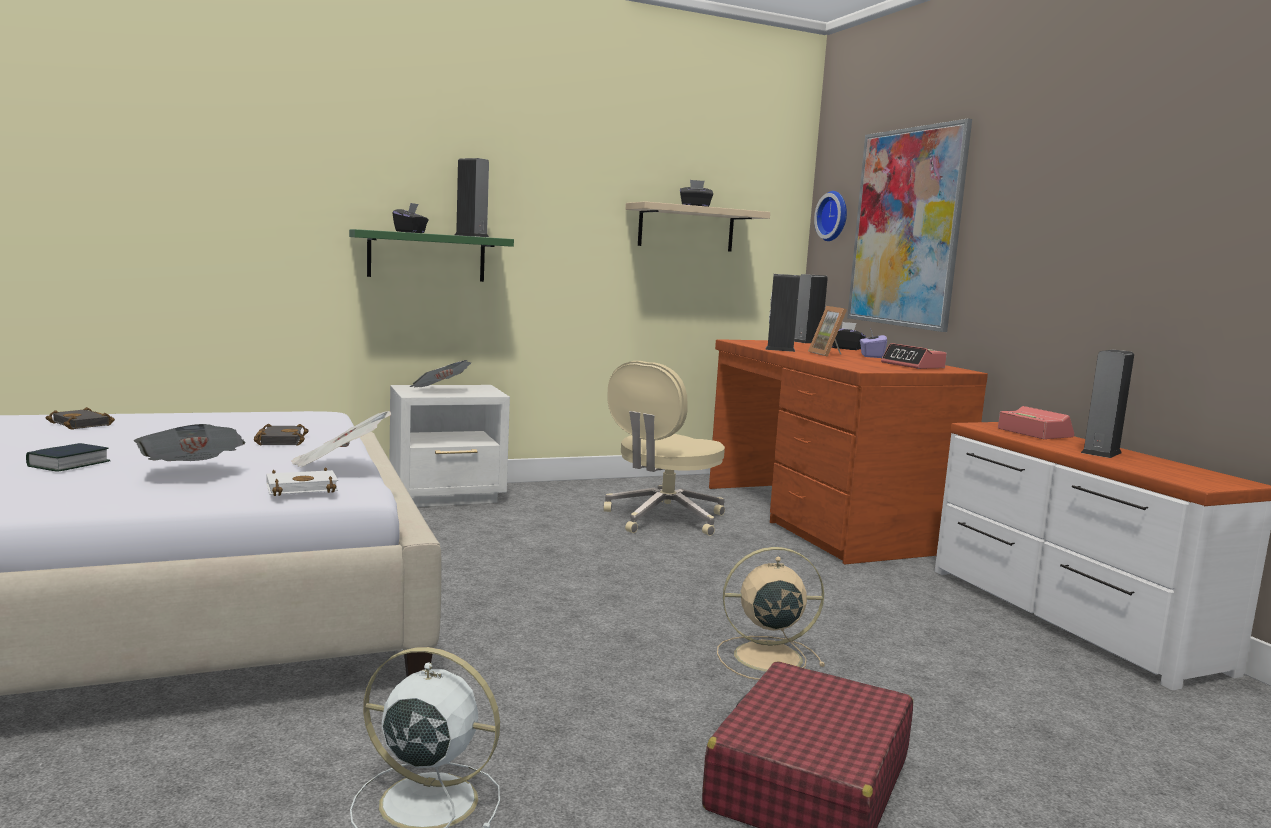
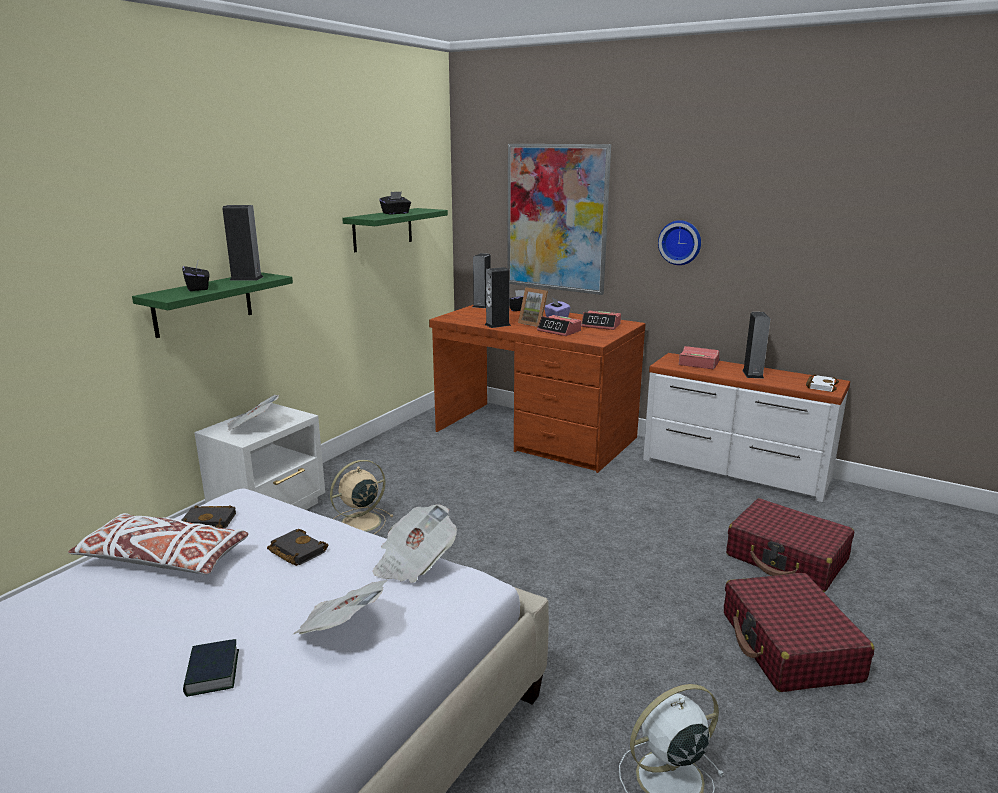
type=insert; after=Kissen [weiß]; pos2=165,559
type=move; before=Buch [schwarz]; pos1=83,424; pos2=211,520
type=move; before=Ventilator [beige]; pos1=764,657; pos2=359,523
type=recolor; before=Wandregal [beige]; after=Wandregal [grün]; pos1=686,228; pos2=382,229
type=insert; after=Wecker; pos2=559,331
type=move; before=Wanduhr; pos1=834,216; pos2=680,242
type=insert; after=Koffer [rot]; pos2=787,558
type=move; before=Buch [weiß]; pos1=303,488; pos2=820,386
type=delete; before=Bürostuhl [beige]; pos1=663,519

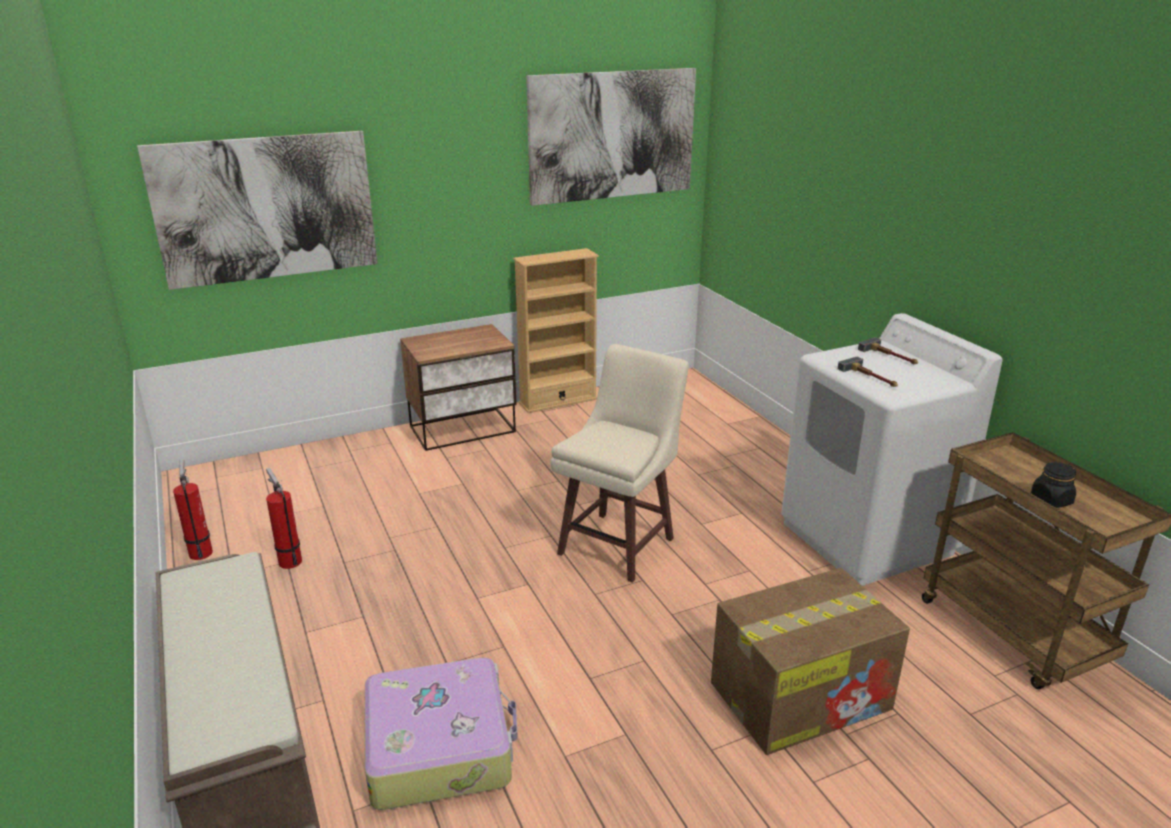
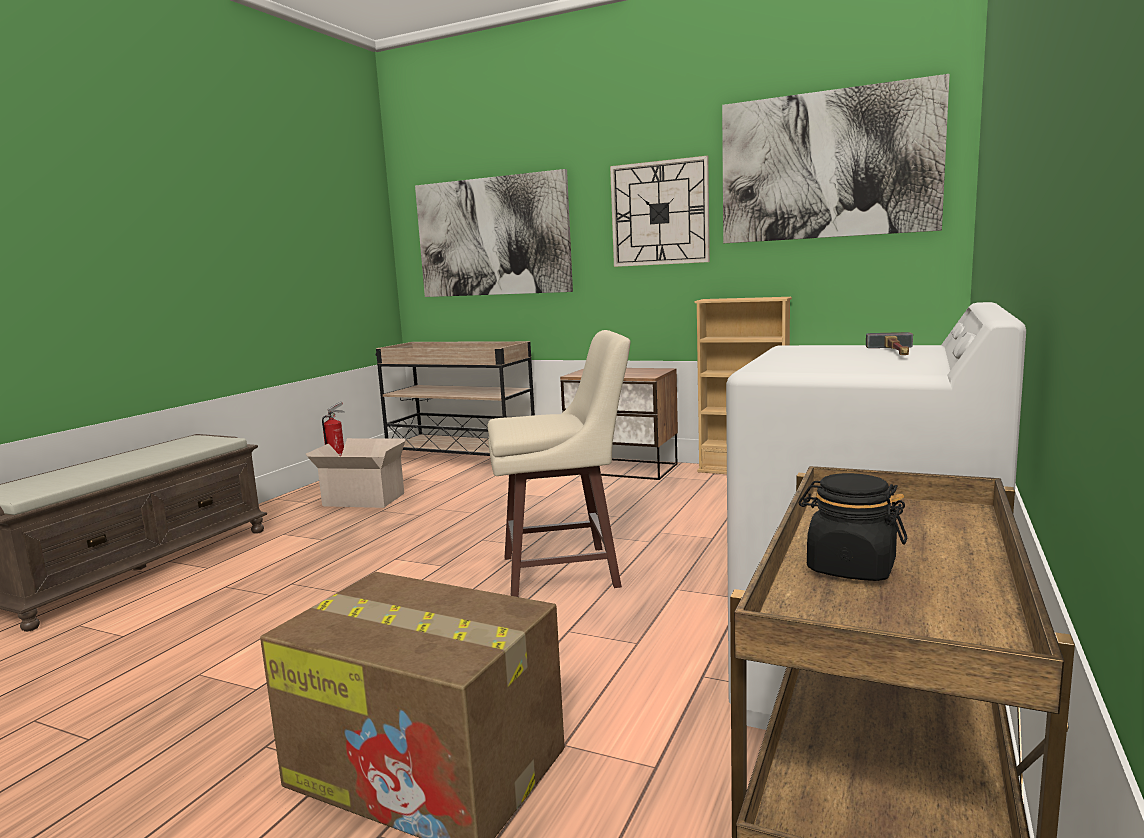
type=replace; before=Feuerlöscher; after=Karton; pos1=289,560; pos2=362,499
type=insert; after=Rollwagen [beige]; pos2=459,459
type=insert; after=Wanduhr; pos2=660,213
type=delete; before=Koffer; pos1=440,746
type=delete; before=Hammer; pos1=870,377

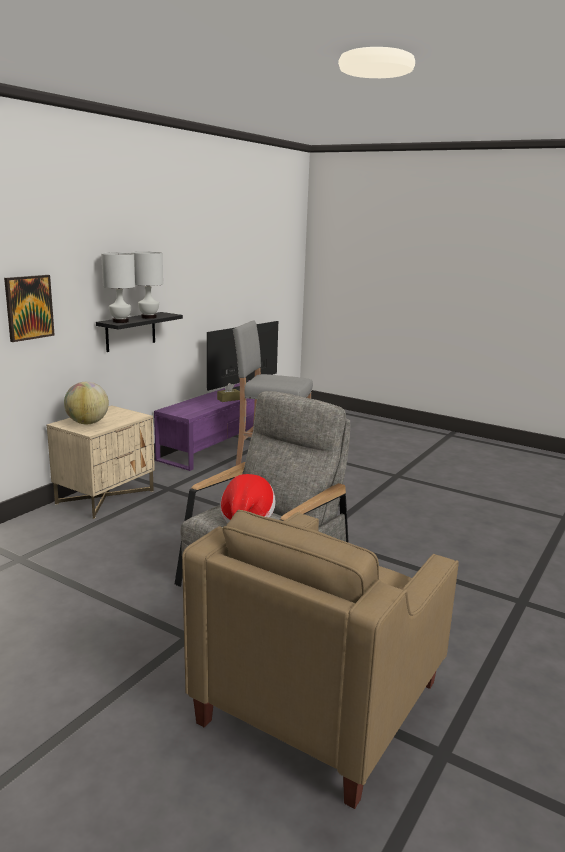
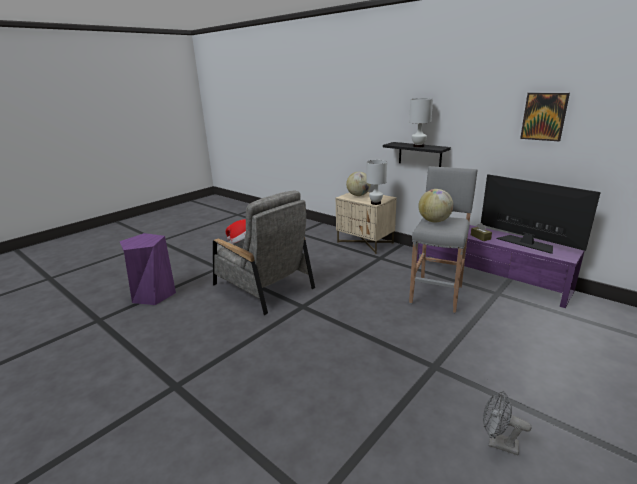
type=replace; before=Sessel [beige]; after=Hocker [lila]; pos1=320,701; pos2=153,294
type=move; before=Tischlampe [weiß]; pos1=120,321; pos2=375,203
type=insert; after=Globus; pos2=434,221
type=insert; after=Ventilator [grau]; pos2=498,443
type=move; before=Bild; pos1=29,307; pos2=544,116

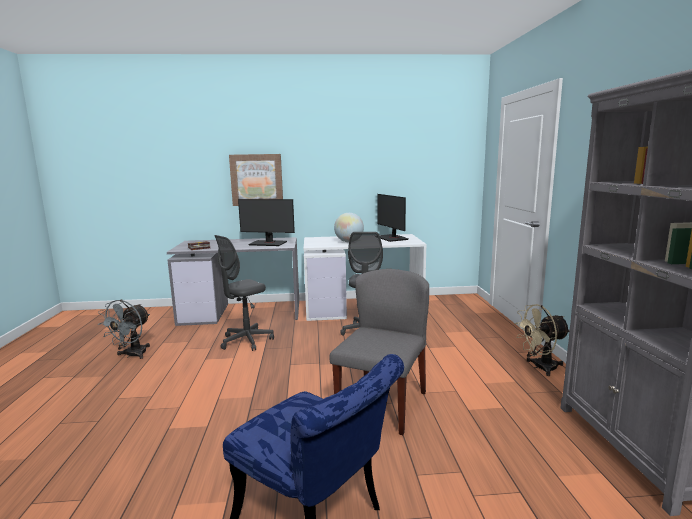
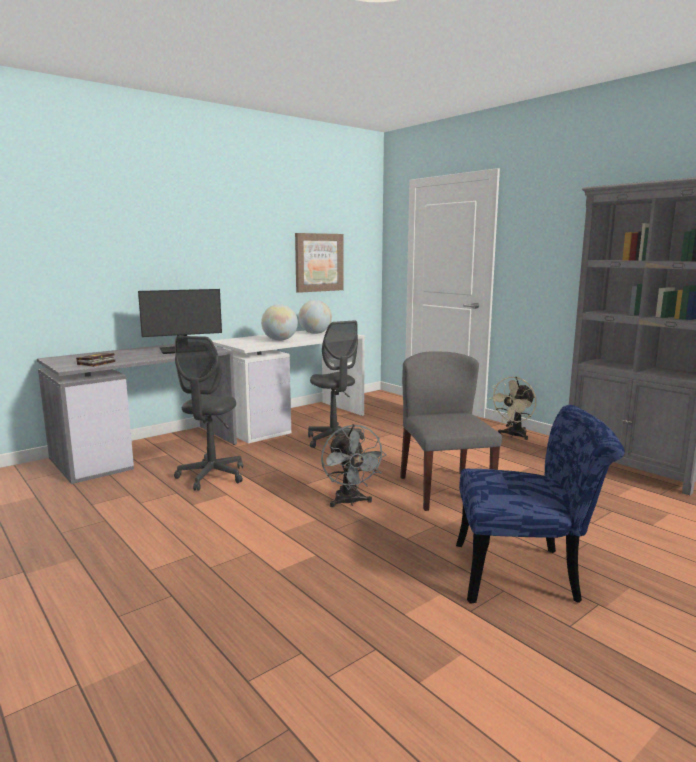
type=move; before=Bild; pos1=256,180; pos2=318,262
type=replace; before=Monitor; after=Globus; pos1=391,238; pos2=315,333
type=move; before=Ventilator [grau]; pos1=132,355; pos2=350,502

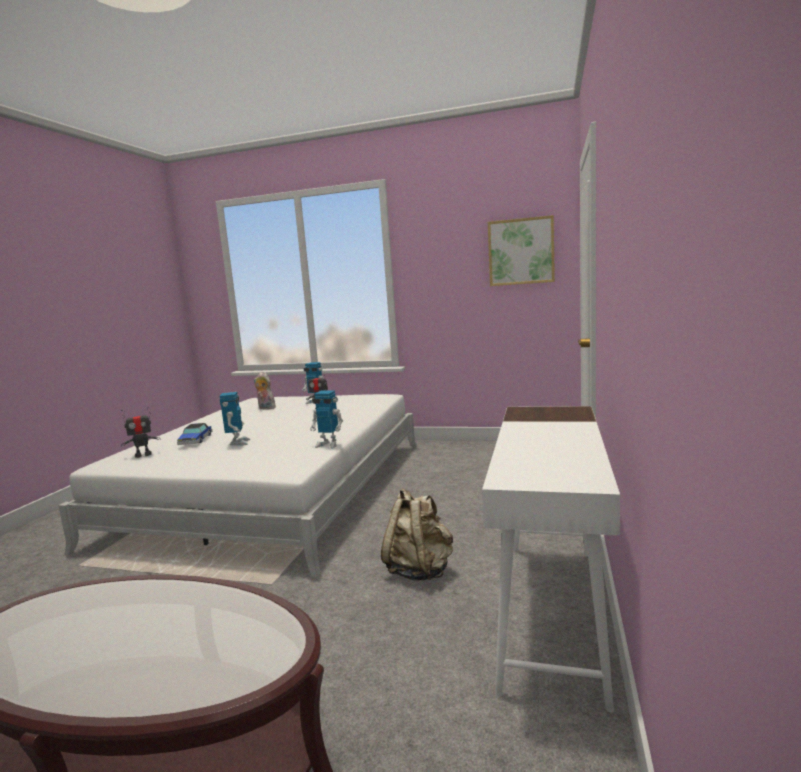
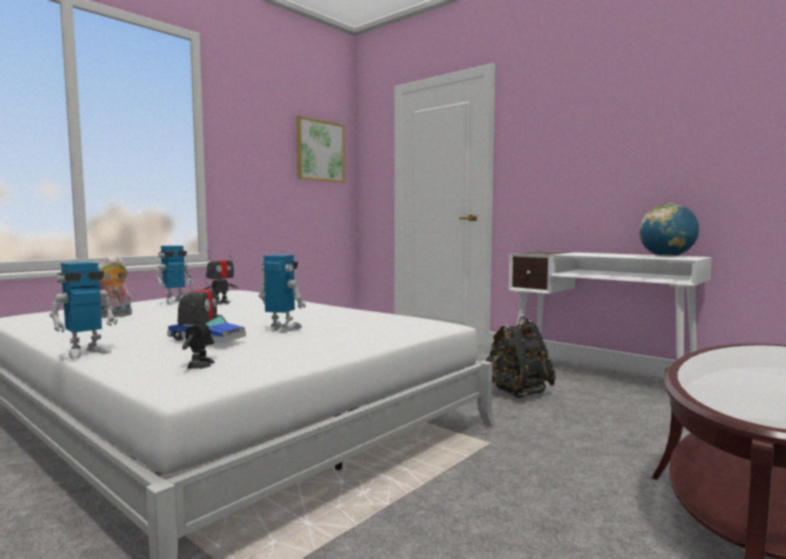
type=move; before=Spielzeugroboter; pos1=328,444; pos2=86,352
type=recolor; before=Rucksack [beige]; after=Rucksack [schwarz]; pos1=420,570; pos2=517,393
type=insert; after=Globus; pos2=666,256

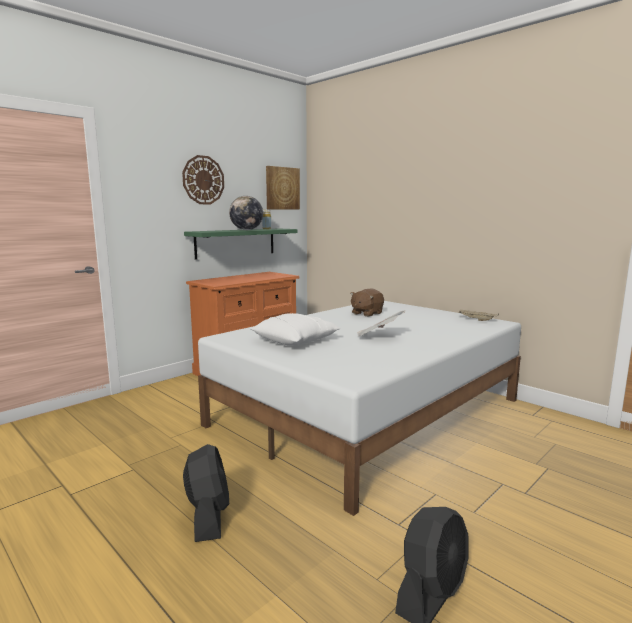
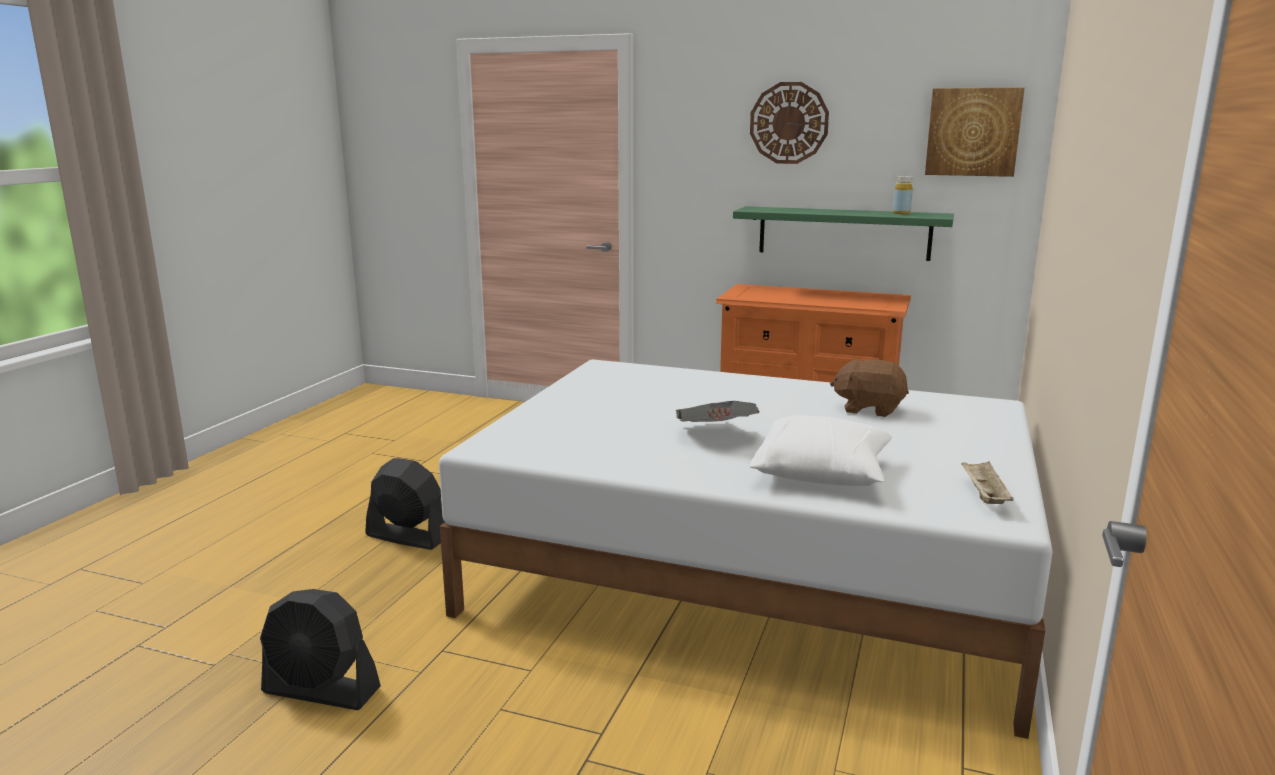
type=rotate; before=Ventilator [schwarz]; pos1=208,516; pos2=407,537; turn=-120
type=move; before=Kissen [weiß]; pos1=295,341; pos2=822,473
type=delete; before=Globus; pos1=246,230

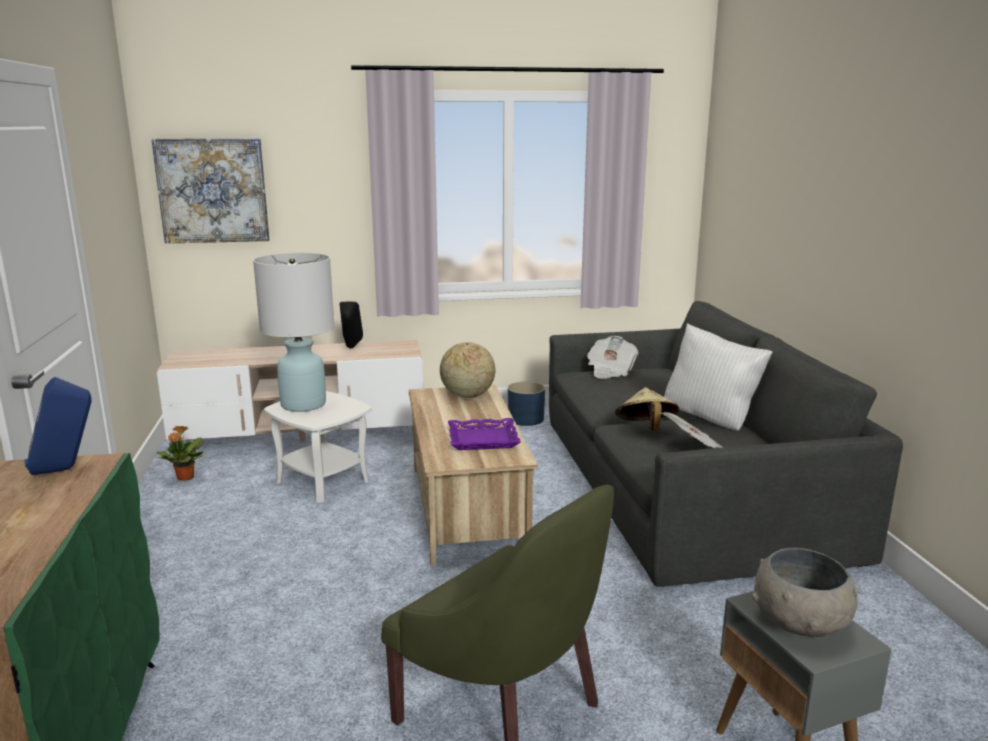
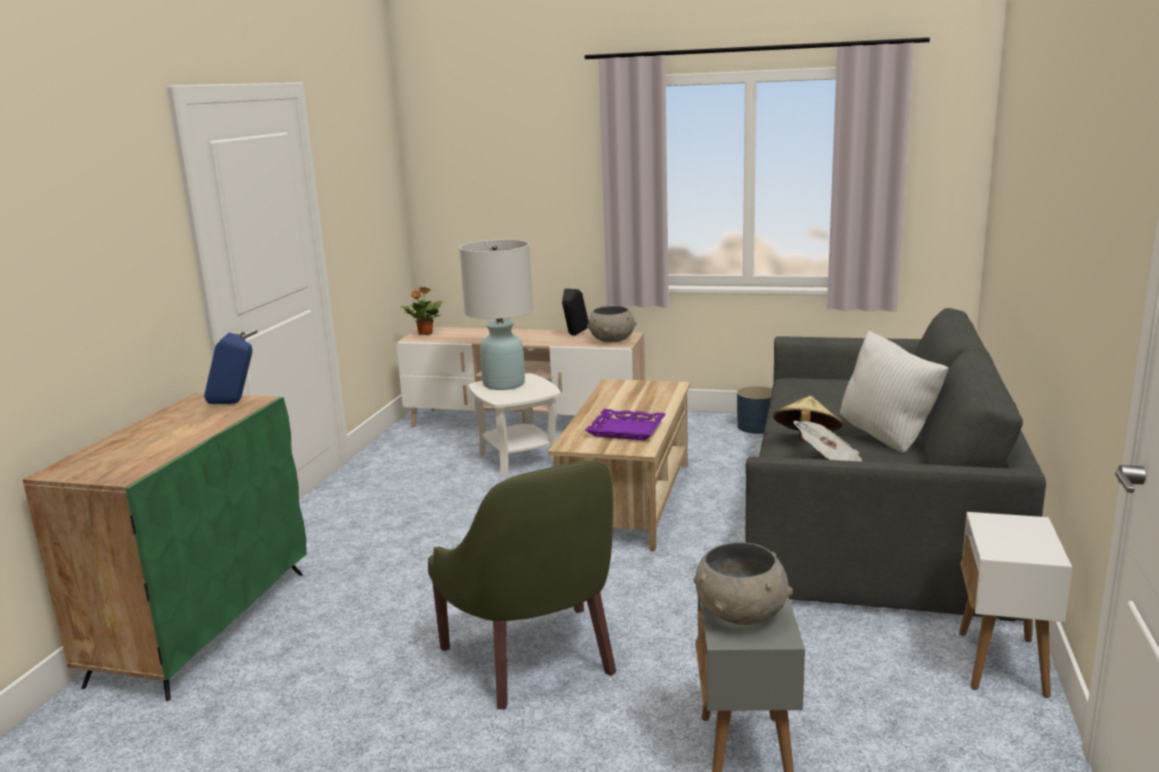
type=move; before=Topfpflanze; pos1=185,478; pos2=425,333
type=insert; after=Schüssel [grau]; pos2=611,340
type=insert; after=Beistelltisch [weiß]; pos2=1002,664
type=delete; before=Bild; pos1=212,190
type=delete; before=Globus; pos1=467,396
type=delete; before=Zeitung; pos1=610,371

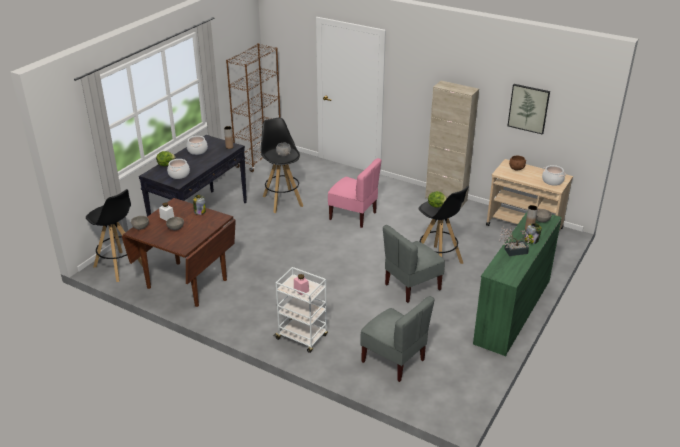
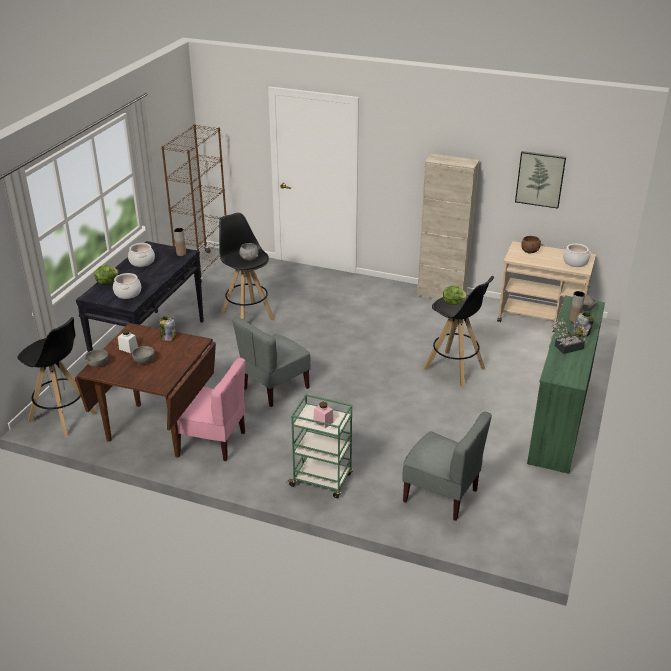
type=move; before=Stuhl [rosa]; pos1=353,216; pos2=212,441
type=move; before=Stuhl [grau]; pos1=411,286; pos2=275,388
type=recolor; before=Rollwagen [weiß]; after=Rollwagen [grün]; pos1=302,337; pos2=322,480

